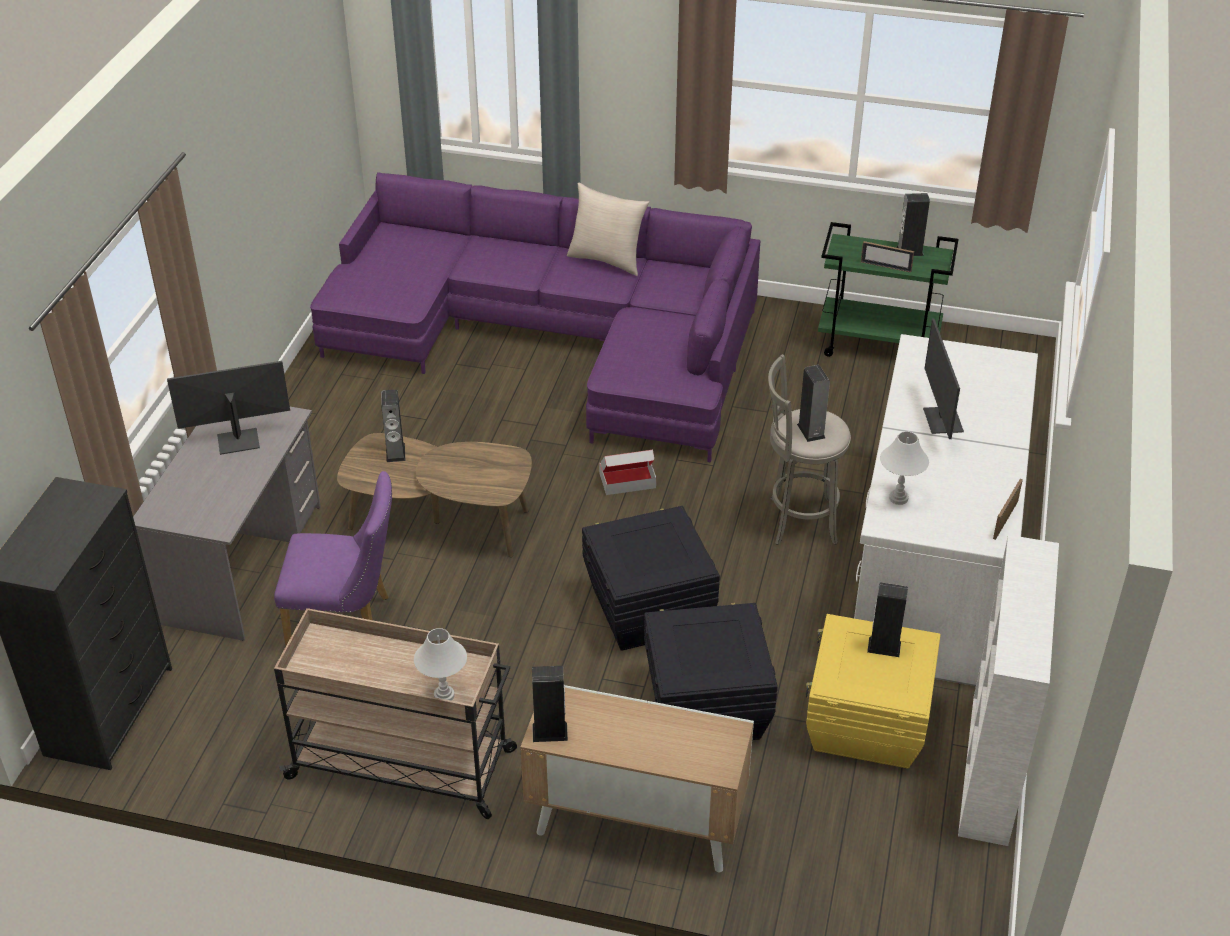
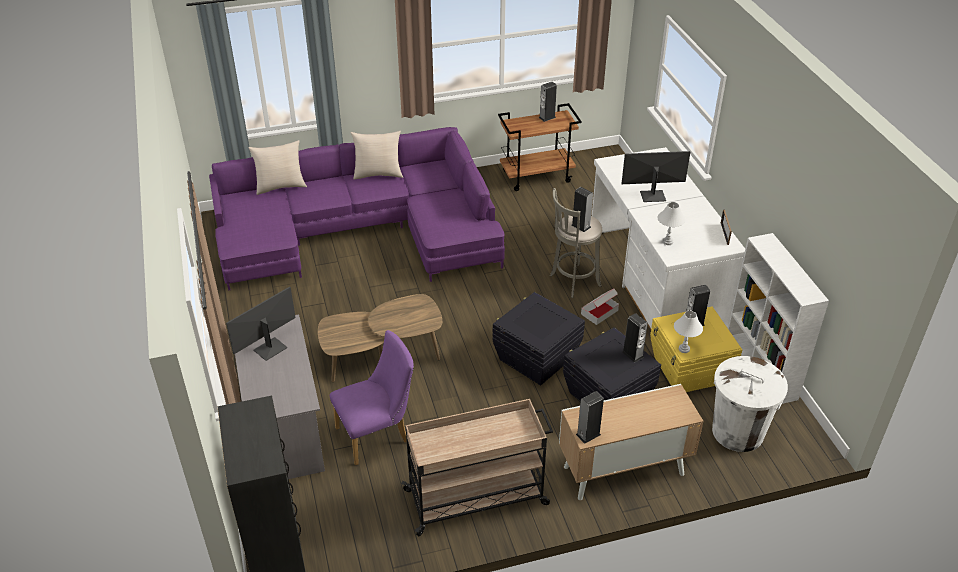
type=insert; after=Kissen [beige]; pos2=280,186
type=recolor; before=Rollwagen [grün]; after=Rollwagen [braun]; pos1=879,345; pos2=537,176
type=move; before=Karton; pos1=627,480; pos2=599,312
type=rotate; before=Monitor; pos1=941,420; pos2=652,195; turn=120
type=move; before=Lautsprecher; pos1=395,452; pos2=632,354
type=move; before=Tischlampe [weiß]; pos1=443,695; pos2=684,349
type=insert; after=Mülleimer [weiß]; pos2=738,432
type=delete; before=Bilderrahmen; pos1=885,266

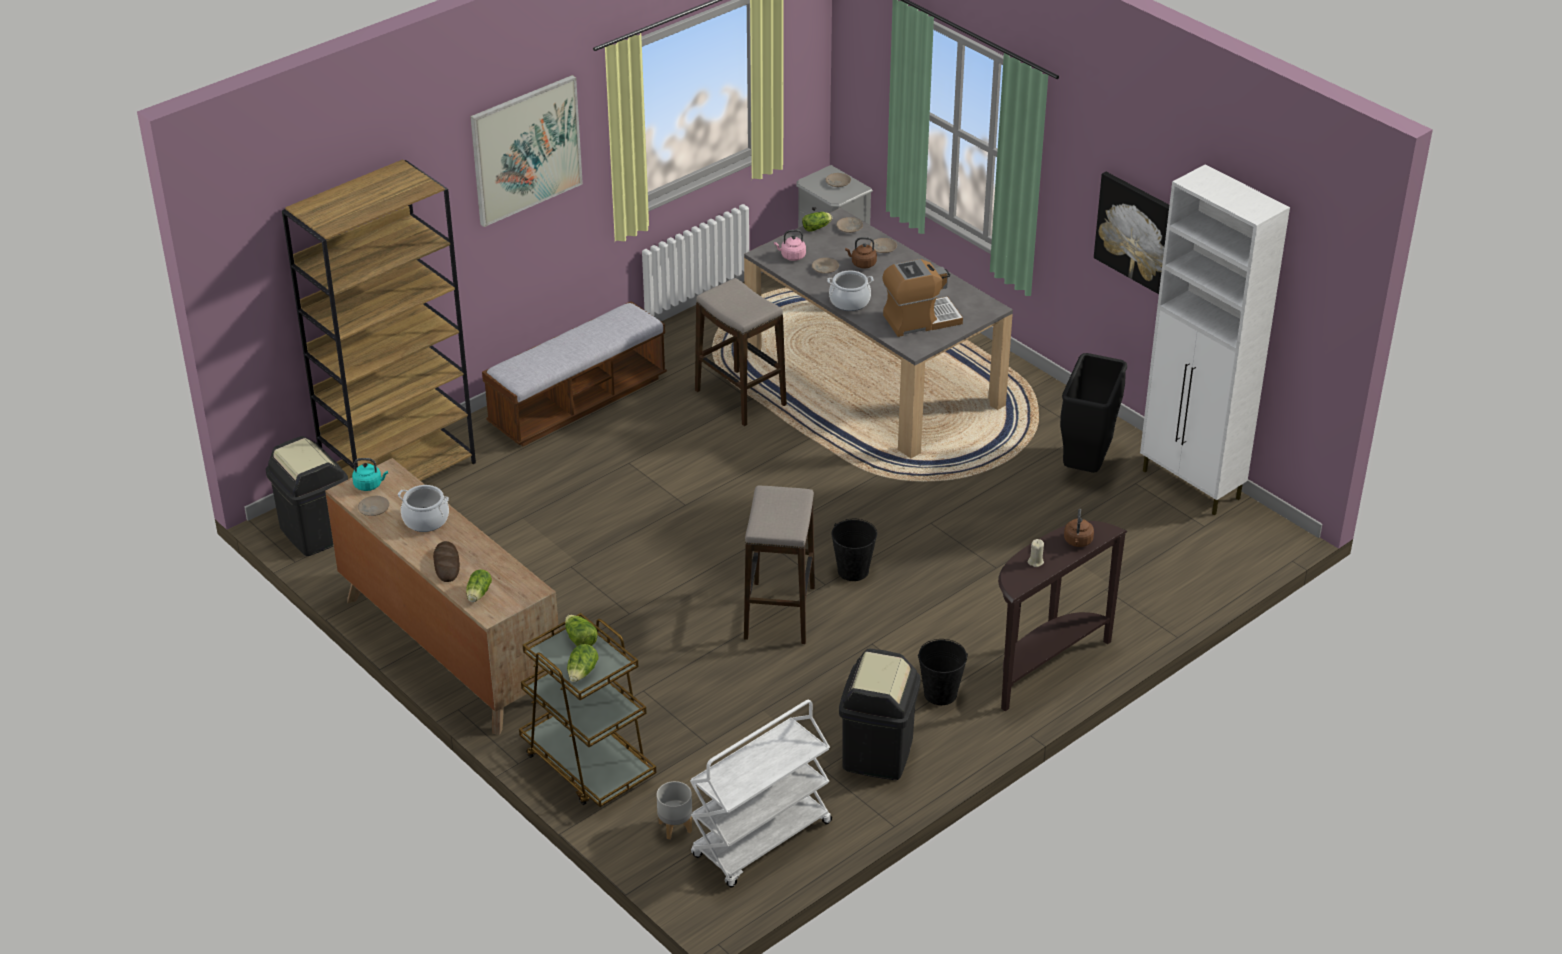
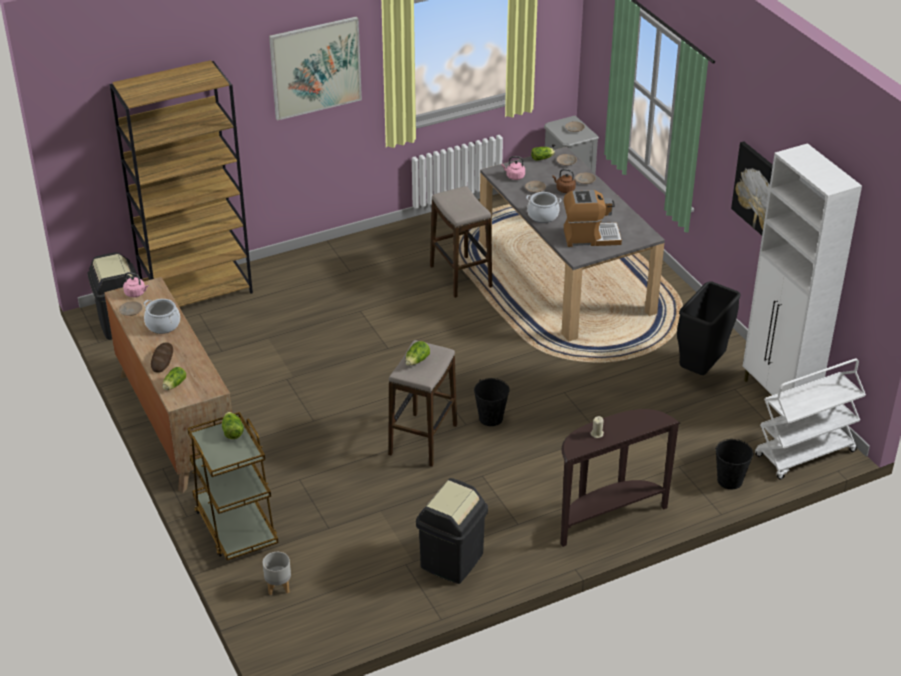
type=recolor; before=Wasserkessel [türkis]; after=Wasserkessel [rosa]; pos1=369,485; pos2=136,293
type=move; before=Salatkopf; pos1=582,673; pos2=417,361
type=move; before=Eimer [schwarz]; pos1=940,694; pos2=730,480
type=move; before=Rollwagen [weiß]; pos1=761,841; pos2=804,454
type=delete; before=Bank; pos1=578,402
type=delete; before=Wasserkessel [braun]; pos1=1078,542

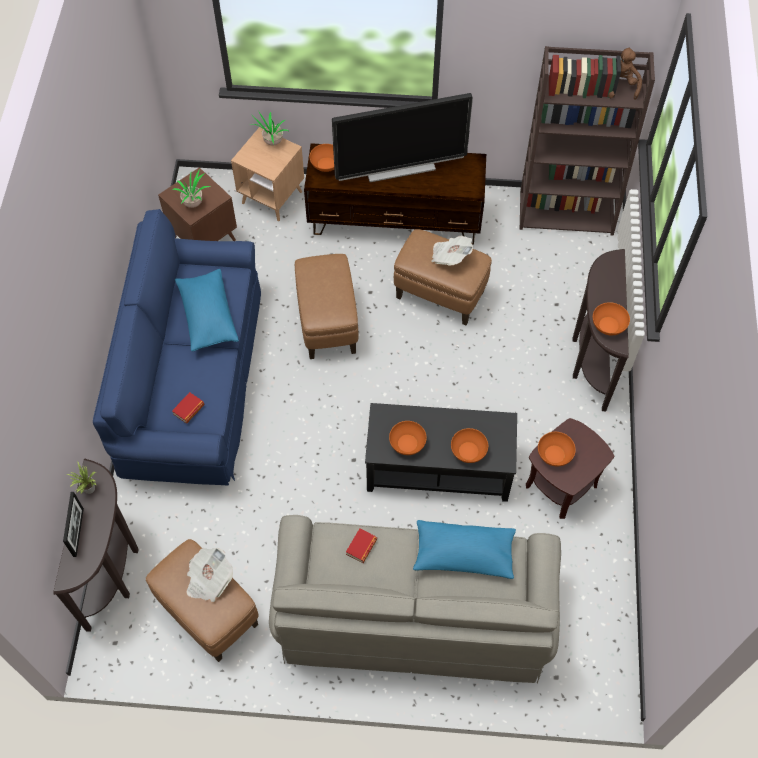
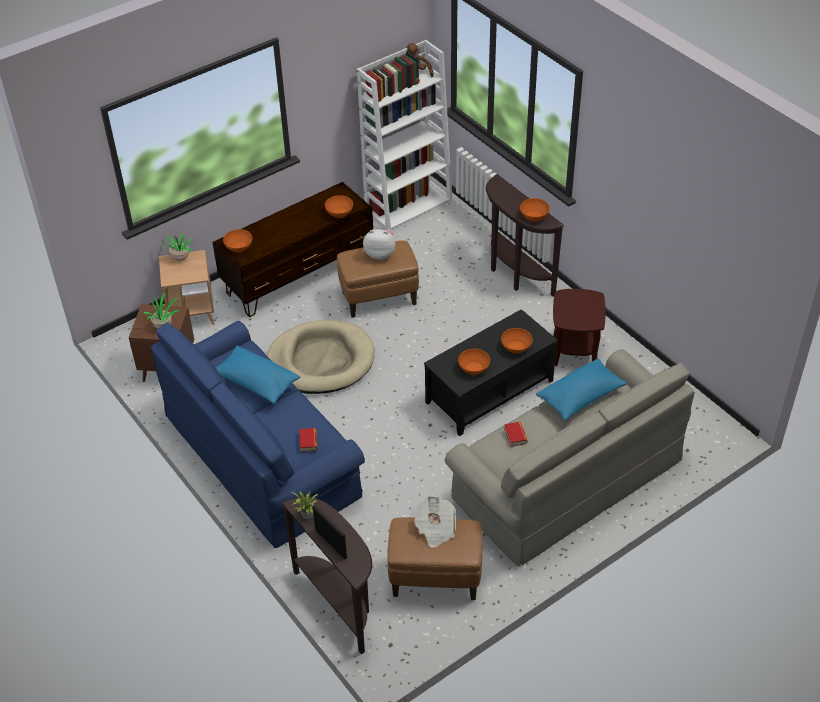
type=replace; before=Polsterhocker [braun]; after=Hundebett [beige]; pos1=327,323; pos2=320,361
type=move; before=Schüssel [orange]; pos1=554,454; pos2=339,213
type=recolor; before=Bücherregal [braun]; after=Bücherregal [weiß]; pos1=567,212; pos2=409,205
type=replace; before=Zeitung; after=Plüschtier; pos1=450,256; pos2=380,254
type=delete; before=Fernseher; pos1=400,168

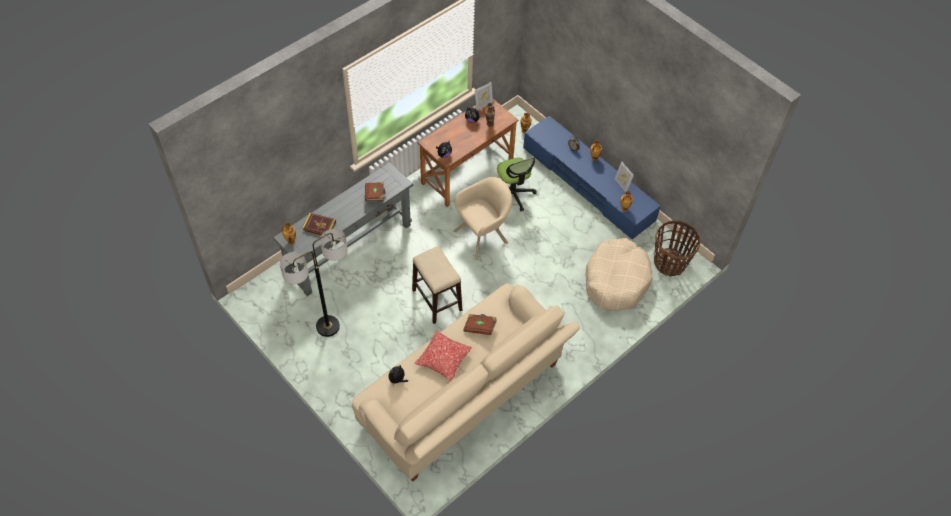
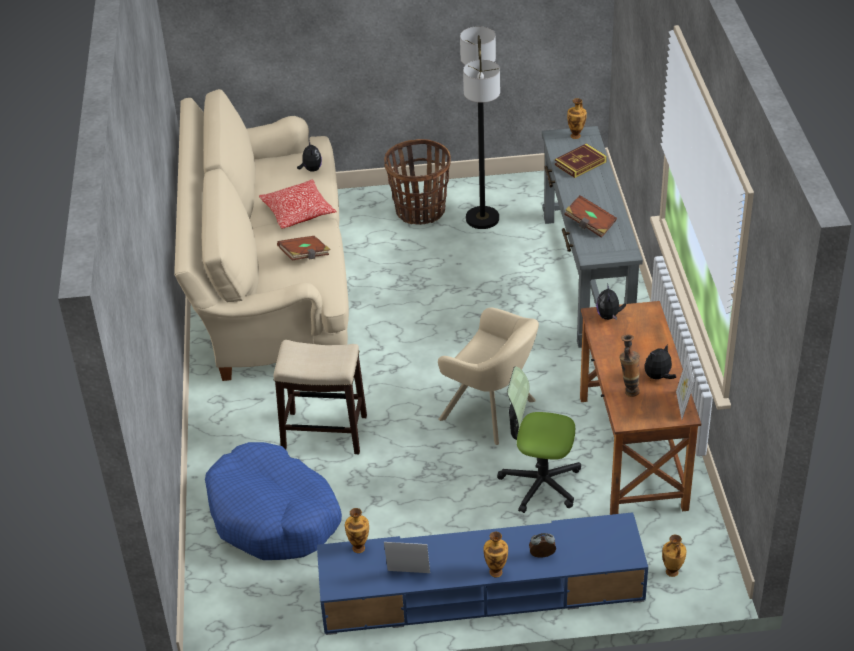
type=recolor; before=Hundebett [beige]; after=Hundebett [blau]; pos1=616,280; pos2=274,515
type=move; before=Hocker; pos1=436,299; pos2=325,432
type=move; before=Korb; pos1=670,263; pos2=420,211
type=rotate; before=Sessel [beige]; pos1=483,235; pos2=492,412; turn=-60

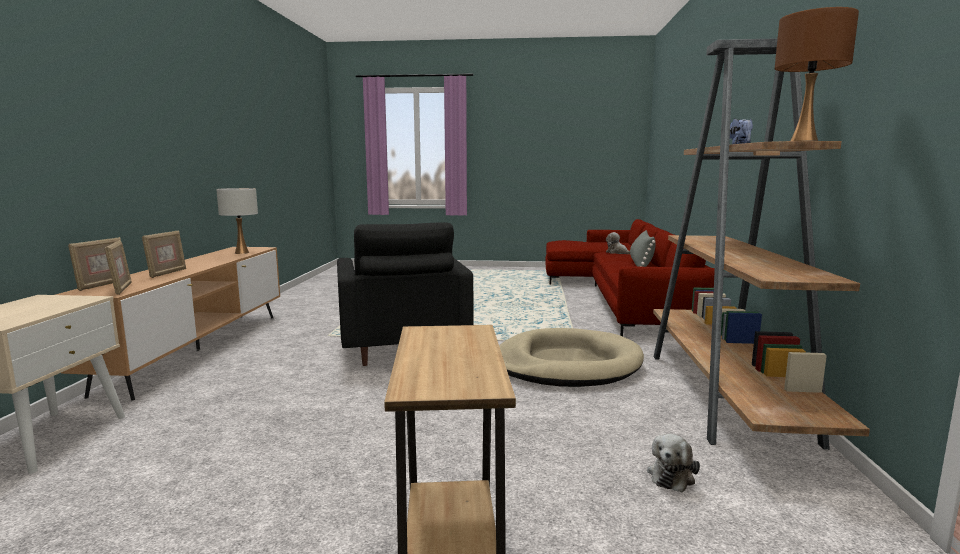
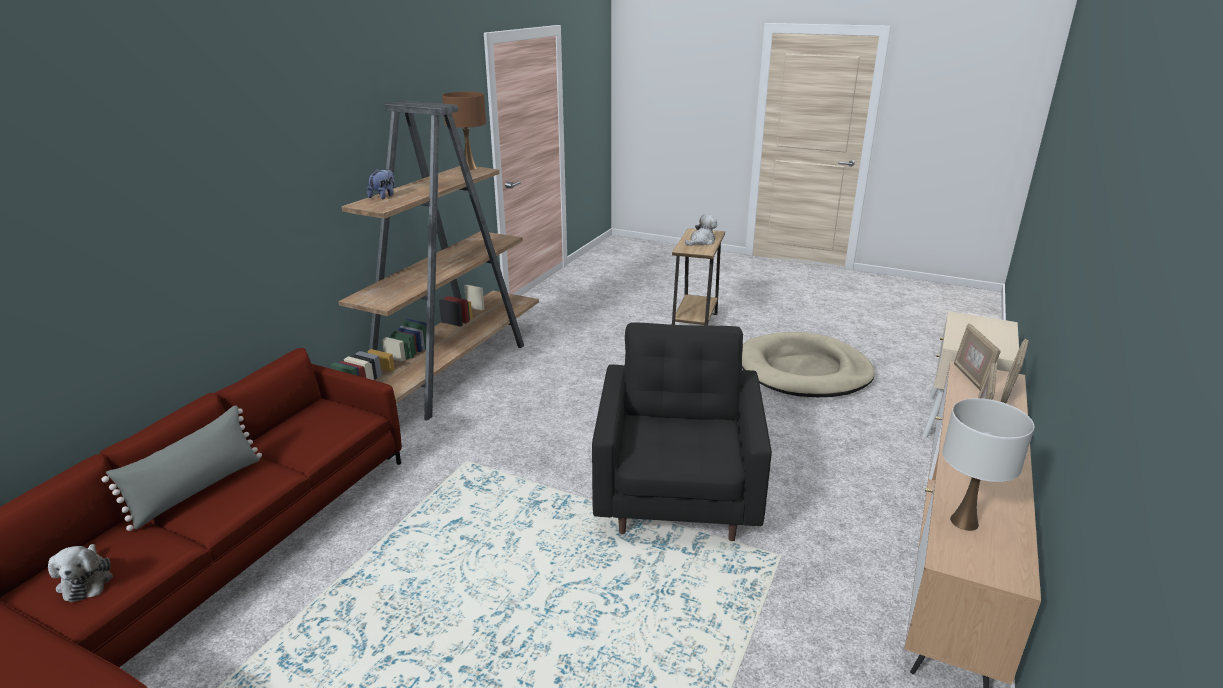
type=move; before=Plüschtier; pos1=672,475; pos2=701,242
type=move; before=Hundebett [beige]; pos1=566,364; pos2=804,371

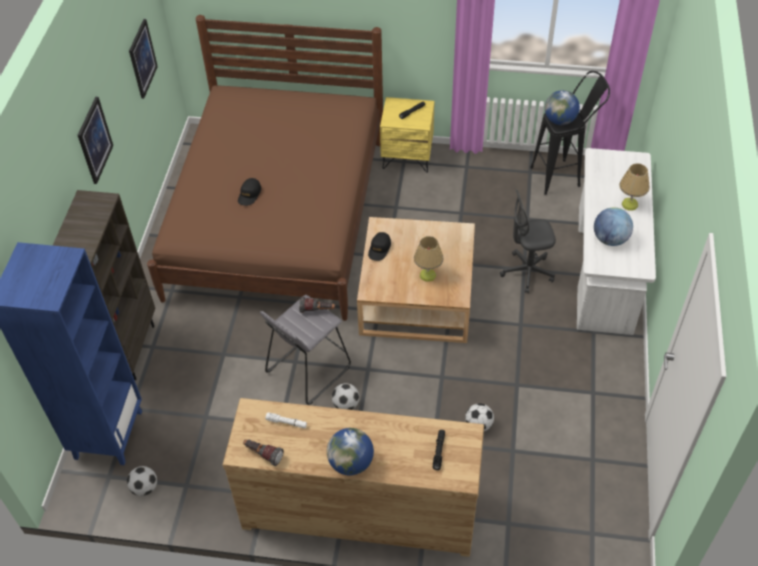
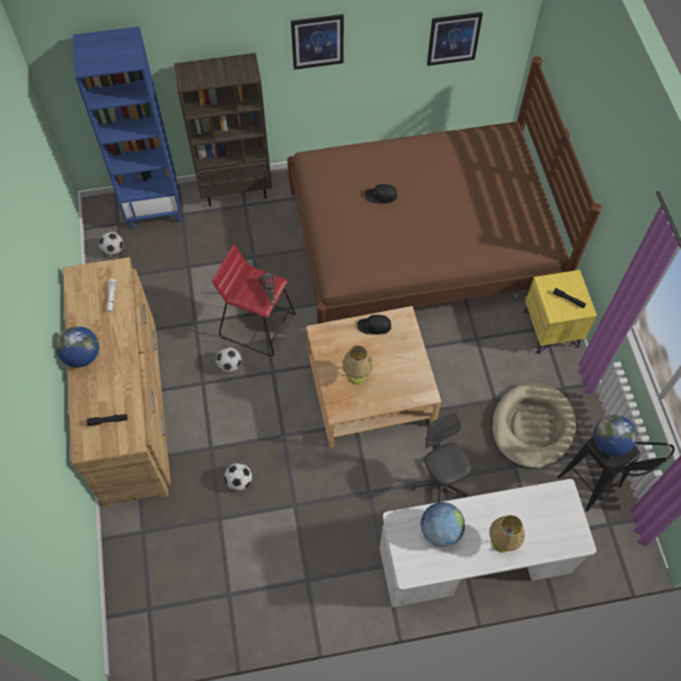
type=recolor; before=Hocker [grau]; after=Hocker [rot]; pos1=308,369; pos2=258,324
type=insert; after=Hundebett [beige]; pos2=532,427
type=delete; before=Taschenlampe; pos1=263,454

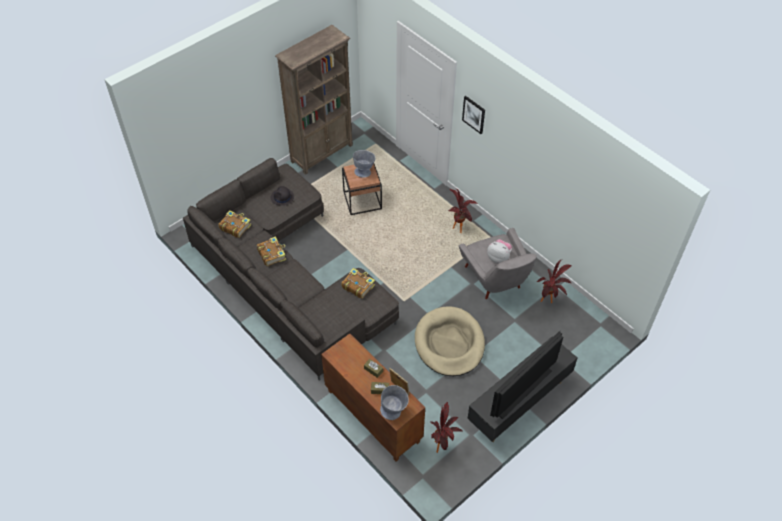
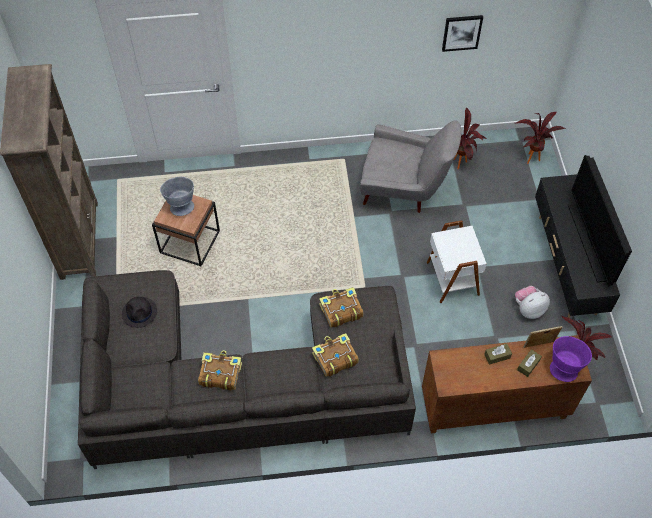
type=move; before=Buch; pos1=235,227; pos2=334,358
type=replace; before=Hundebett [beige]; after=Beistelltisch [weiß]; pos1=449,343; pos2=451,279
type=move; before=Bild; pos1=474,114; pos2=461,32
type=move; before=Plüschtier; pos1=498,257; pos2=528,309
type=move; before=Topfpflanze; pos1=459,226; pos2=529,156
type=recolor; before=Schüssel [grau]; after=Schüssel [lila]; pos1=394,410; pos2=564,366

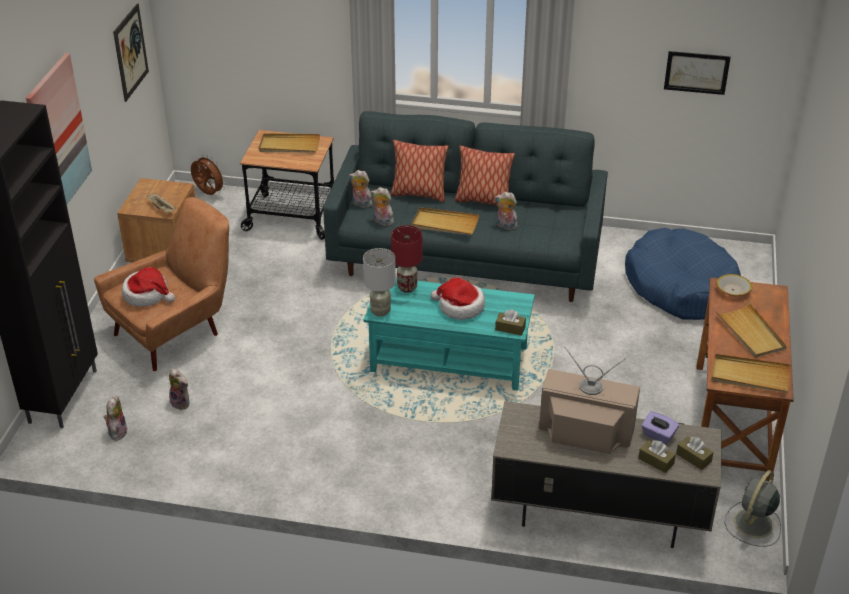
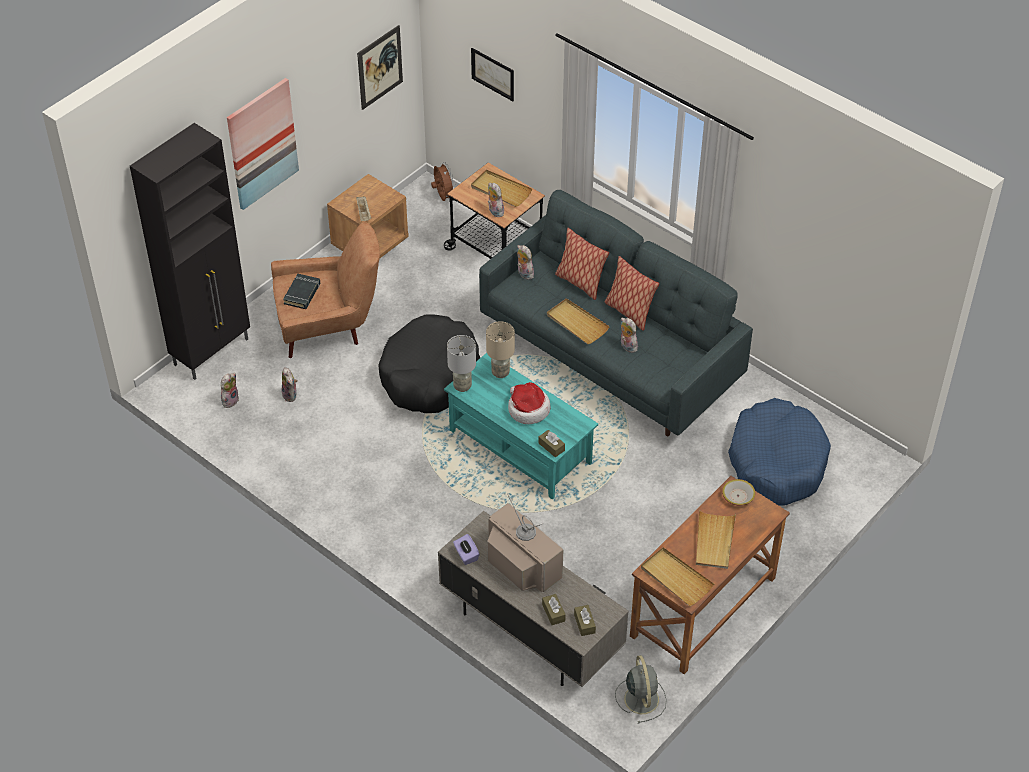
type=replace; before=Hut; after=Buch [schwarz]; pos1=147,295; pos2=302,294
type=insert; after=Hundebett [schwarz]; pos2=429,375
type=move; before=Taschentuchbox [lila]; pos1=658,435; pos2=466,555
type=move; before=Bild; pos1=696,72; pos2=493,74
type=recolor; before=Tischlampe [rot]; after=Tischlampe [beige]; pos1=406,287; pos2=500,372
type=move; before=Plüschtier; pos1=382,222; pos2=494,211
type=rotate; before=Ventilator [grau]; pos1=752,524; pos2=641,698; turn=105

